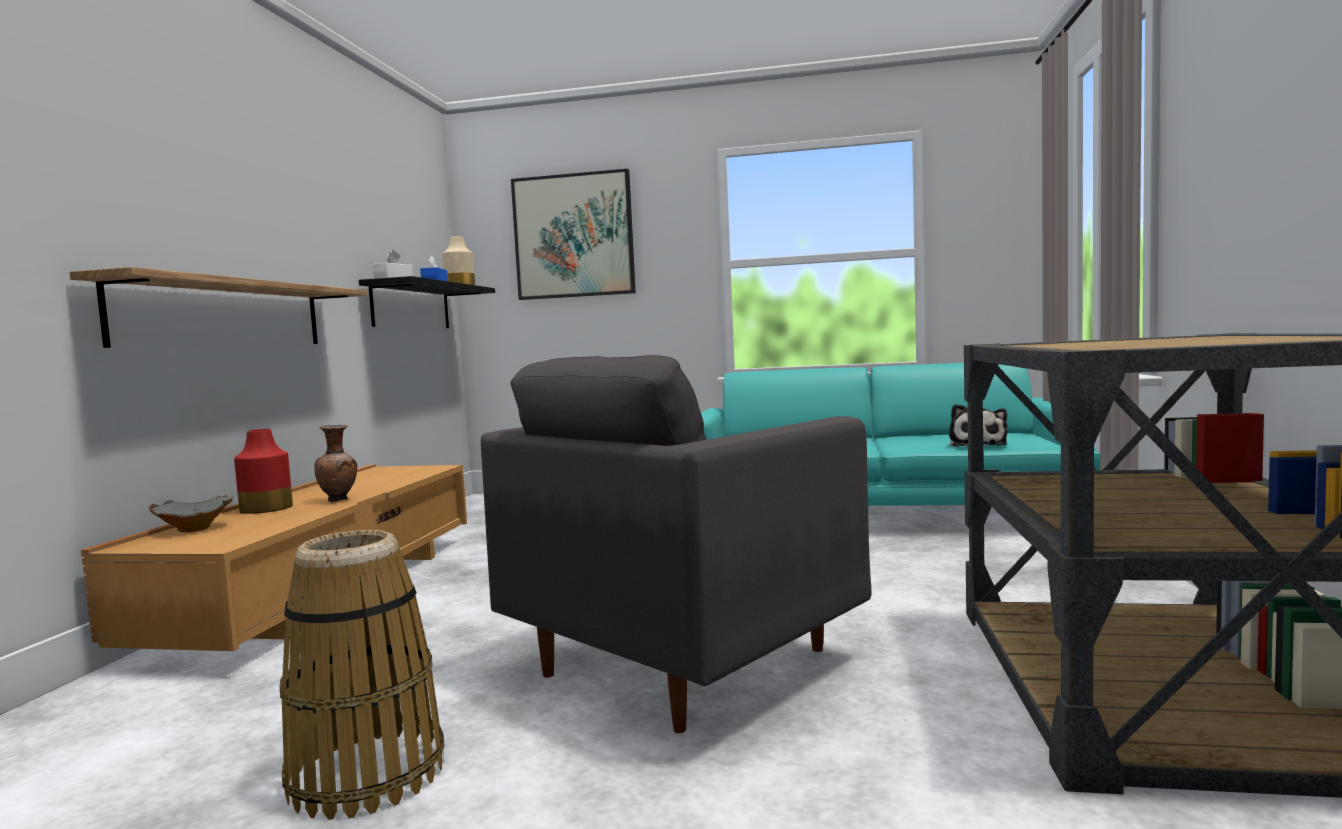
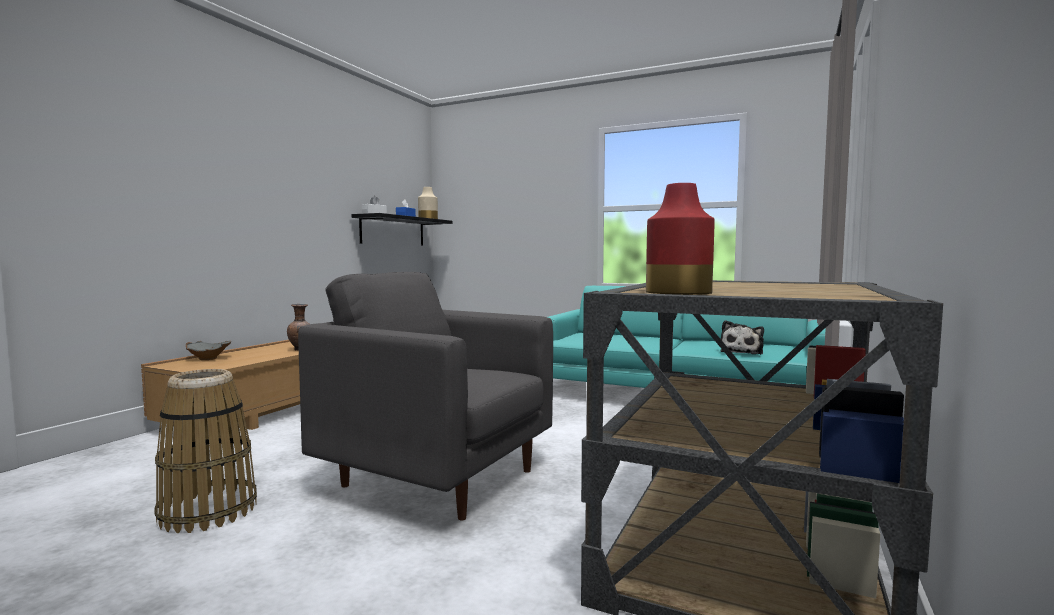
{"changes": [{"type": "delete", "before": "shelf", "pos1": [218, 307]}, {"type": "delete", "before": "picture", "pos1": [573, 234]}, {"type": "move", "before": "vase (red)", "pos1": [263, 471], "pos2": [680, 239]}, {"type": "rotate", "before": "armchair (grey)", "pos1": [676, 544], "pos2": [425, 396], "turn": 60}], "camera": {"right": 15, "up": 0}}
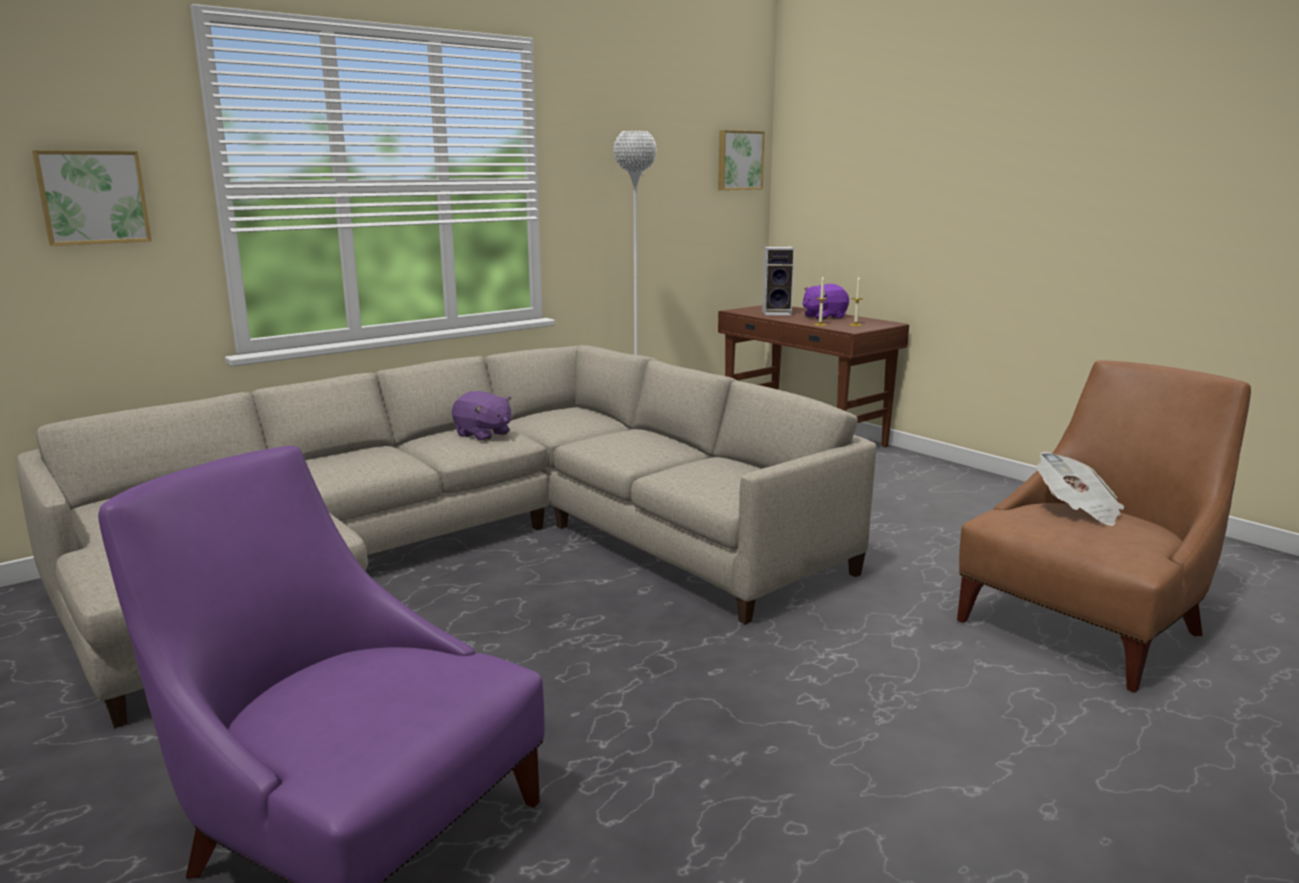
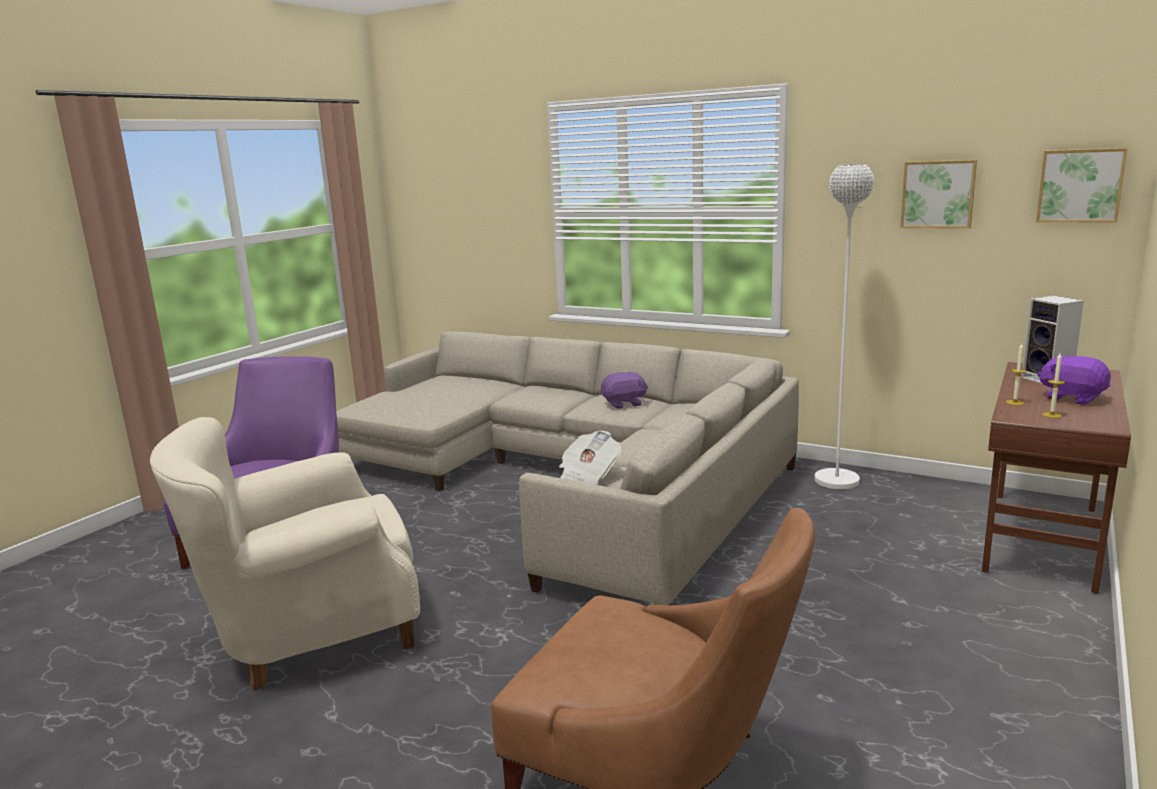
{"changes": [{"type": "insert", "after": "armchair (beige)", "pos2": [285, 554]}, {"type": "move", "before": "picture", "pos1": [92, 198], "pos2": [938, 194]}, {"type": "move", "before": "newspaper", "pos1": [1080, 488], "pos2": [590, 458]}, {"type": "rotate", "before": "plush toy (purple)", "pos1": [481, 416], "pos2": [624, 390], "turn": -120}], "camera": {"right": 70, "up": 0}}
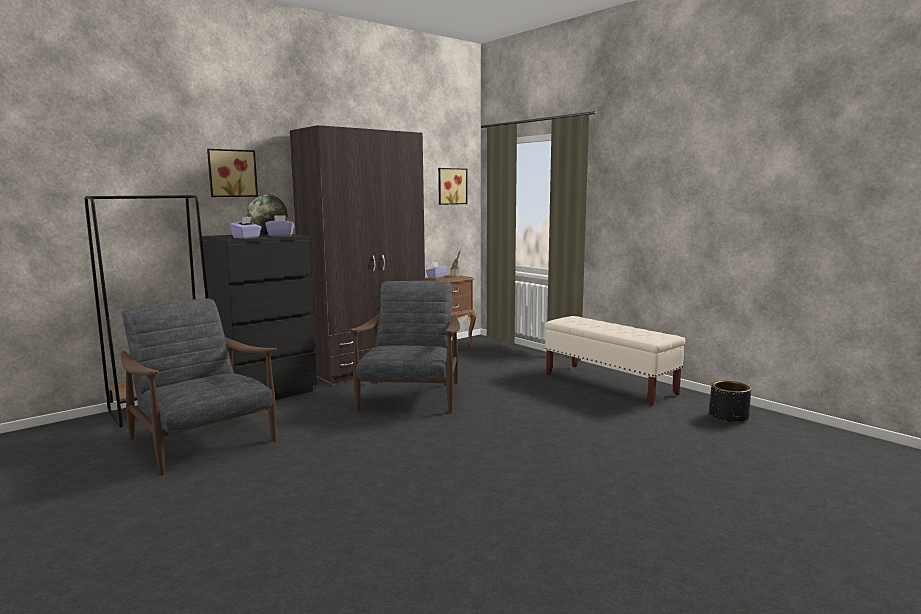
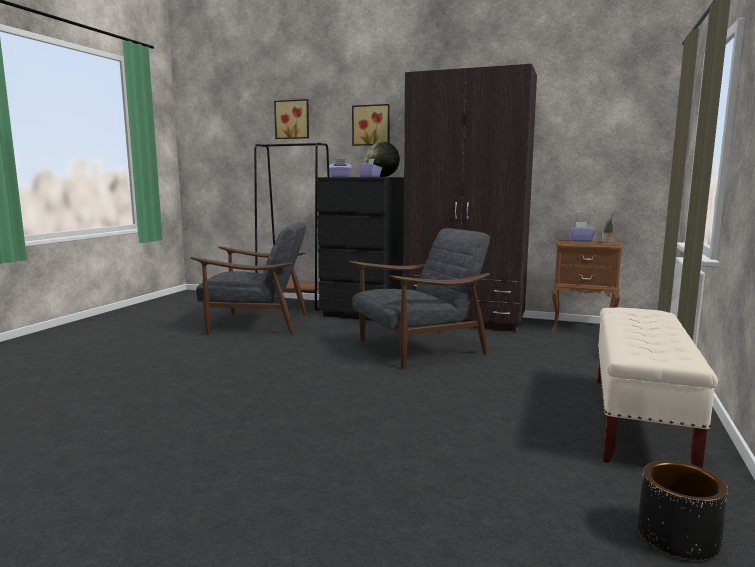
{"changes": [{"type": "move", "before": "picture", "pos1": [453, 186], "pos2": [291, 119]}, {"type": "rotate", "before": "armchair (grey)", "pos1": [199, 386], "pos2": [248, 279], "turn": 75}], "camera": {"right": 60, "up": 0}}
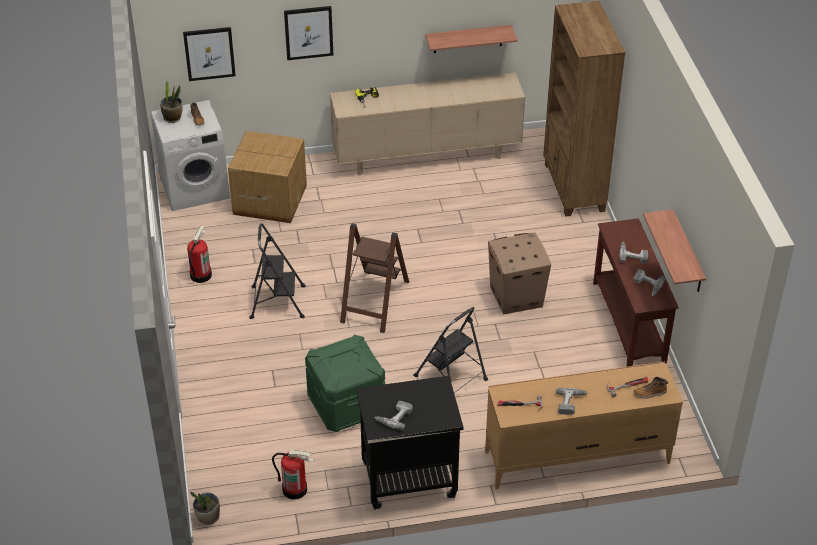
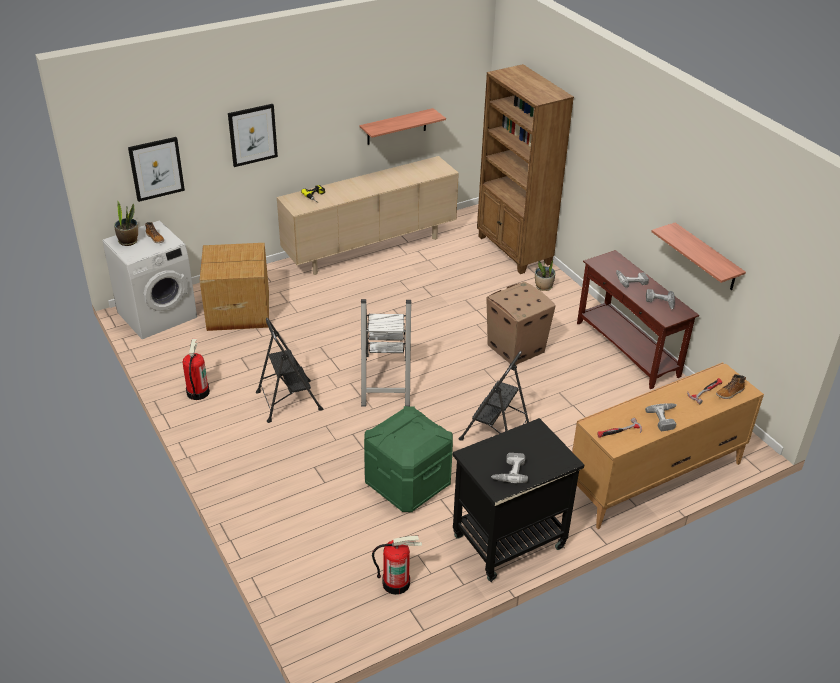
{"changes": [{"type": "move", "before": "potted plant", "pos1": [205, 508], "pos2": [545, 275]}, {"type": "recolor", "before": "step ladder (brown)", "after": "step ladder (grey)", "pos1": [374, 278], "pos2": [386, 353]}], "camera": {"right": -20, "up": -5}}
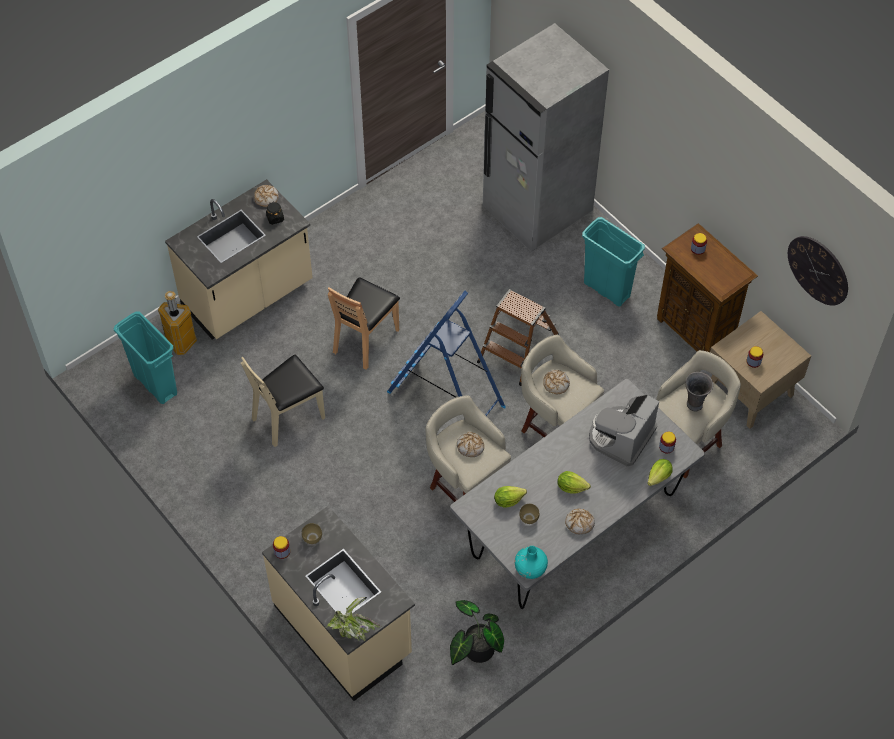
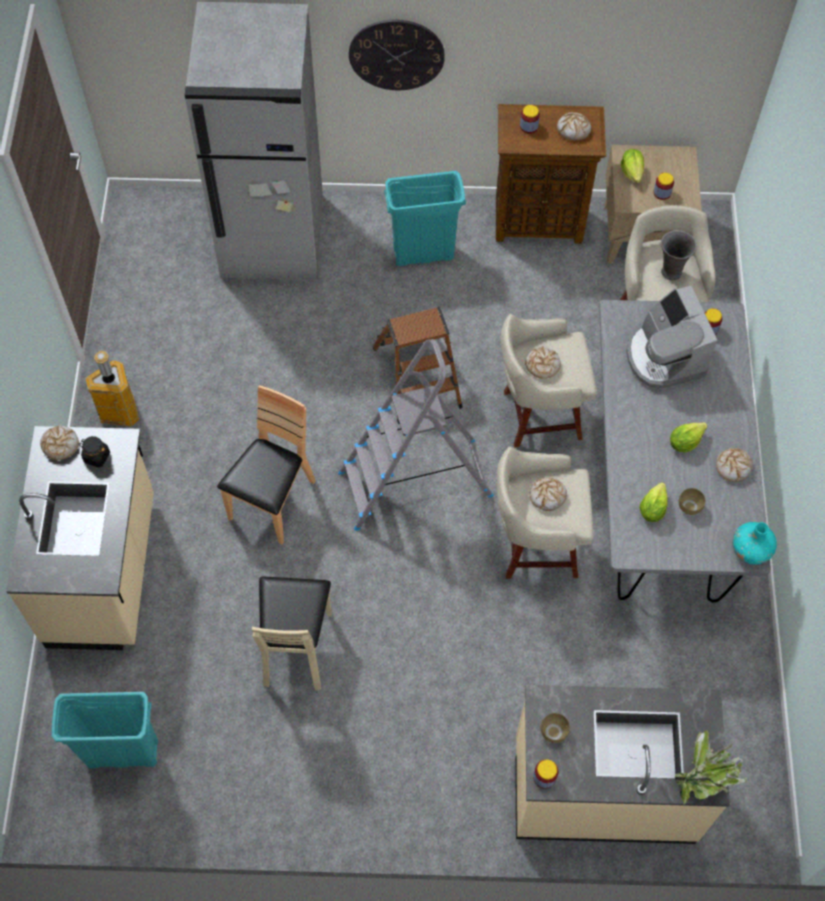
{"changes": [{"type": "delete", "before": "potted plant", "pos1": [477, 632]}, {"type": "insert", "after": "bread", "pos2": [574, 126]}, {"type": "move", "before": "trash can", "pos1": [177, 323], "pos2": [112, 388]}, {"type": "move", "before": "lettuce", "pos1": [659, 472], "pos2": [632, 166]}, {"type": "move", "before": "wall clock", "pos1": [818, 271], "pos2": [397, 55]}, {"type": "recolor", "before": "step ladder (blue)", "after": "step ladder (grey)", "pos1": [446, 353], "pos2": [416, 435]}, {"type": "rotate", "before": "chair (brown)", "pos1": [364, 323], "pos2": [266, 465], "turn": -135}], "camera": {"right": -50, "up": 5}}
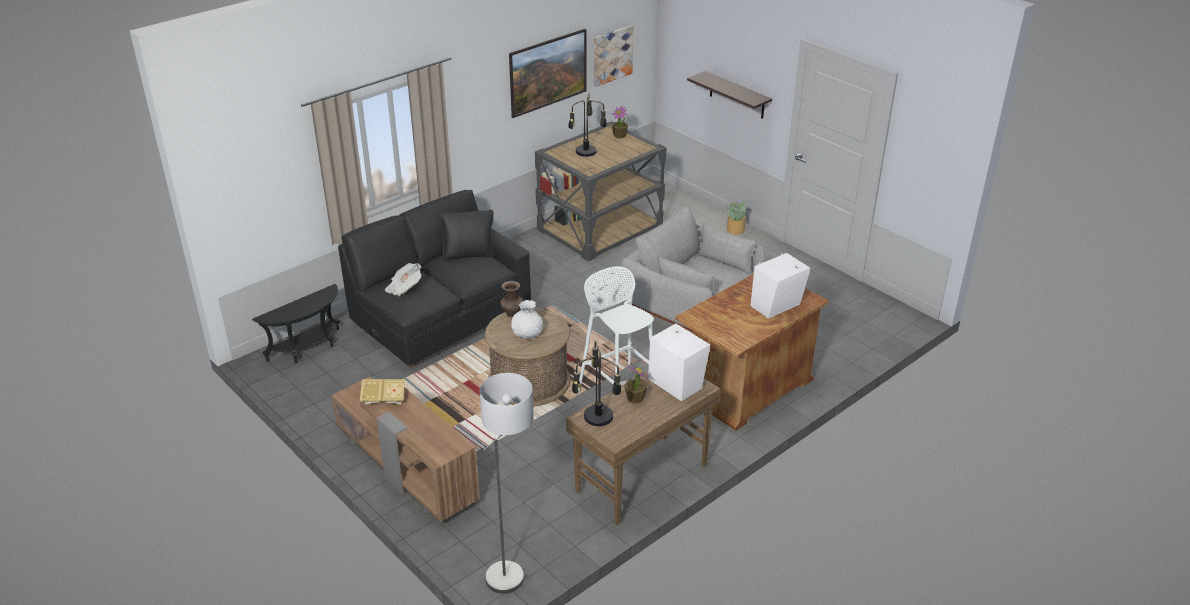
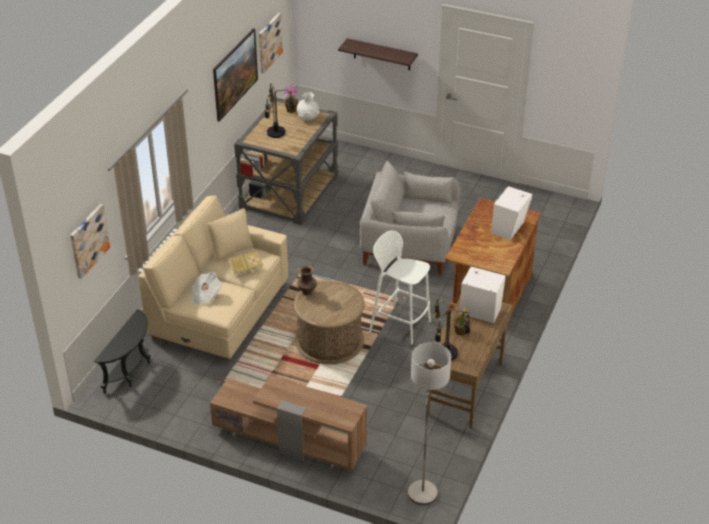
{"changes": [{"type": "delete", "before": "potted plant", "pos1": [736, 218]}, {"type": "insert", "after": "picture", "pos2": [90, 241]}, {"type": "move", "before": "book", "pos1": [382, 391], "pos2": [245, 263]}, {"type": "move", "before": "vase (white)", "pos1": [527, 319], "pos2": [308, 106]}, {"type": "recolor", "before": "sofa (black)", "after": "sofa (beige)", "pos1": [434, 279], "pos2": [213, 277]}], "camera": {"right": -25, "up": 5}}
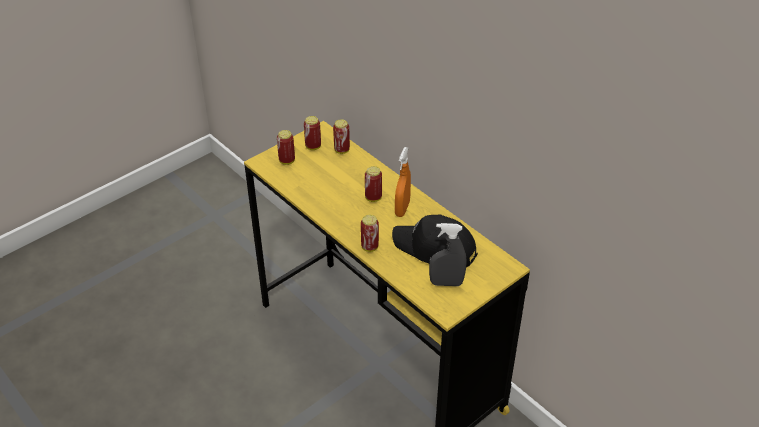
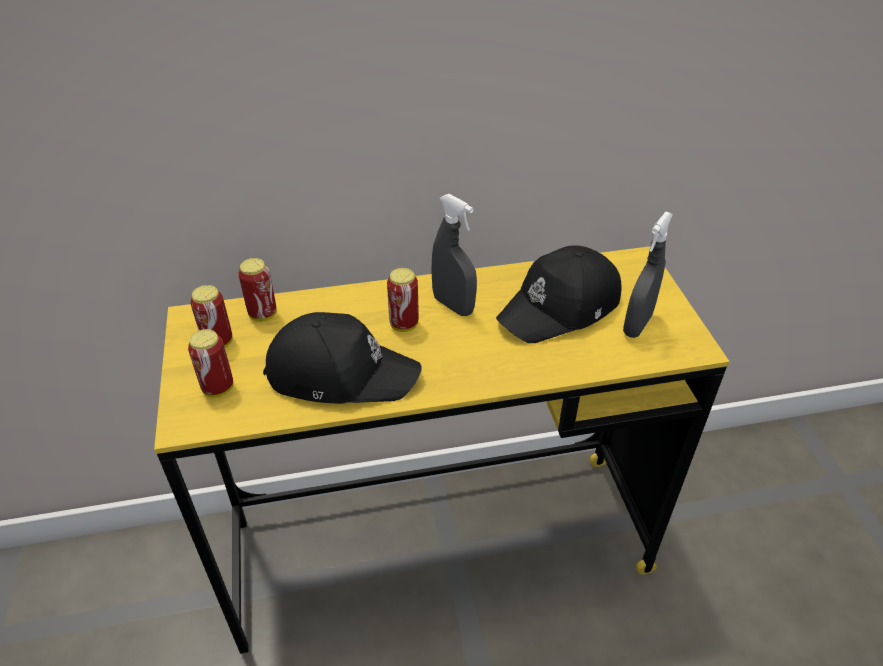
{"changes": [{"type": "delete", "before": "can", "pos1": [370, 233]}, {"type": "insert", "after": "cap (black)", "pos2": [342, 358]}, {"type": "recolor", "before": "spray bottle (orange)", "after": "spray bottle (grey)", "pos1": [403, 182], "pos2": [454, 255]}], "camera": {"right": -60, "up": 0}}
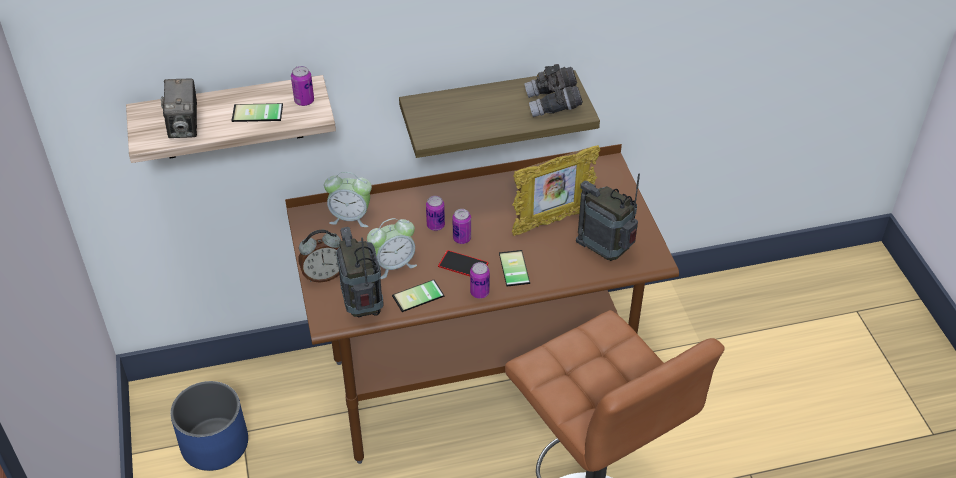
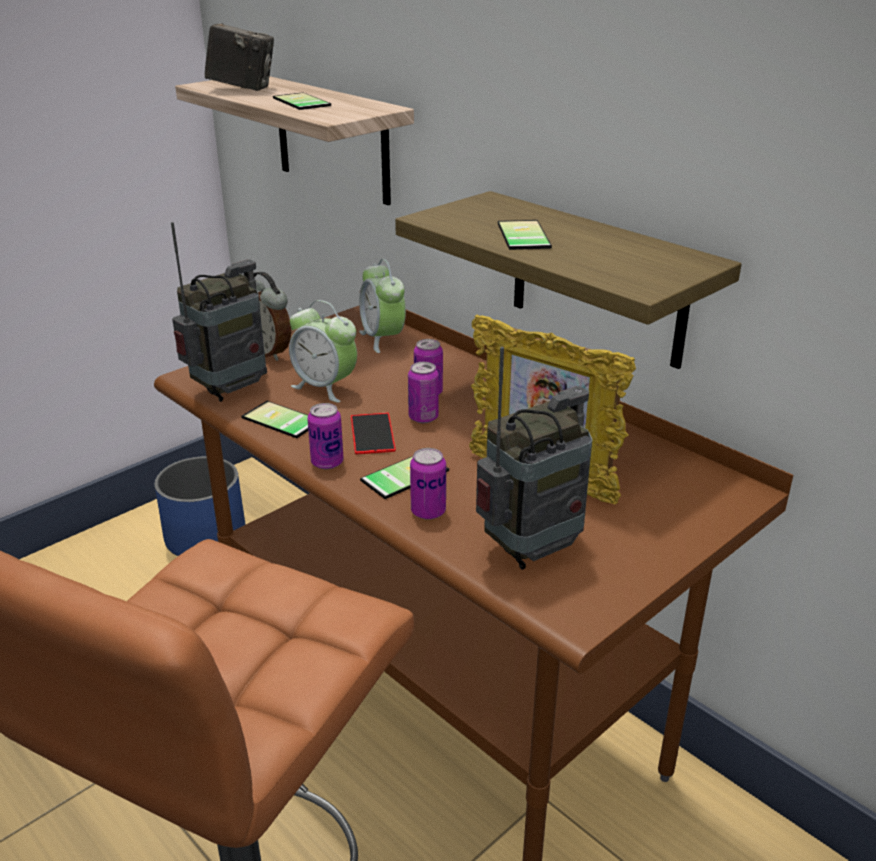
{"changes": [{"type": "delete", "before": "binoculars (grey)", "pos1": [553, 90]}, {"type": "insert", "after": "phone", "pos2": [525, 235]}, {"type": "move", "before": "can", "pos1": [302, 86], "pos2": [428, 484]}, {"type": "rotate", "before": "photo camera", "pos1": [179, 108], "pos2": [239, 57], "turn": -135}, {"type": "rotate", "before": "radio", "pos1": [608, 217], "pos2": [534, 458], "turn": 45}], "camera": {"right": 60, "up": -15}}
